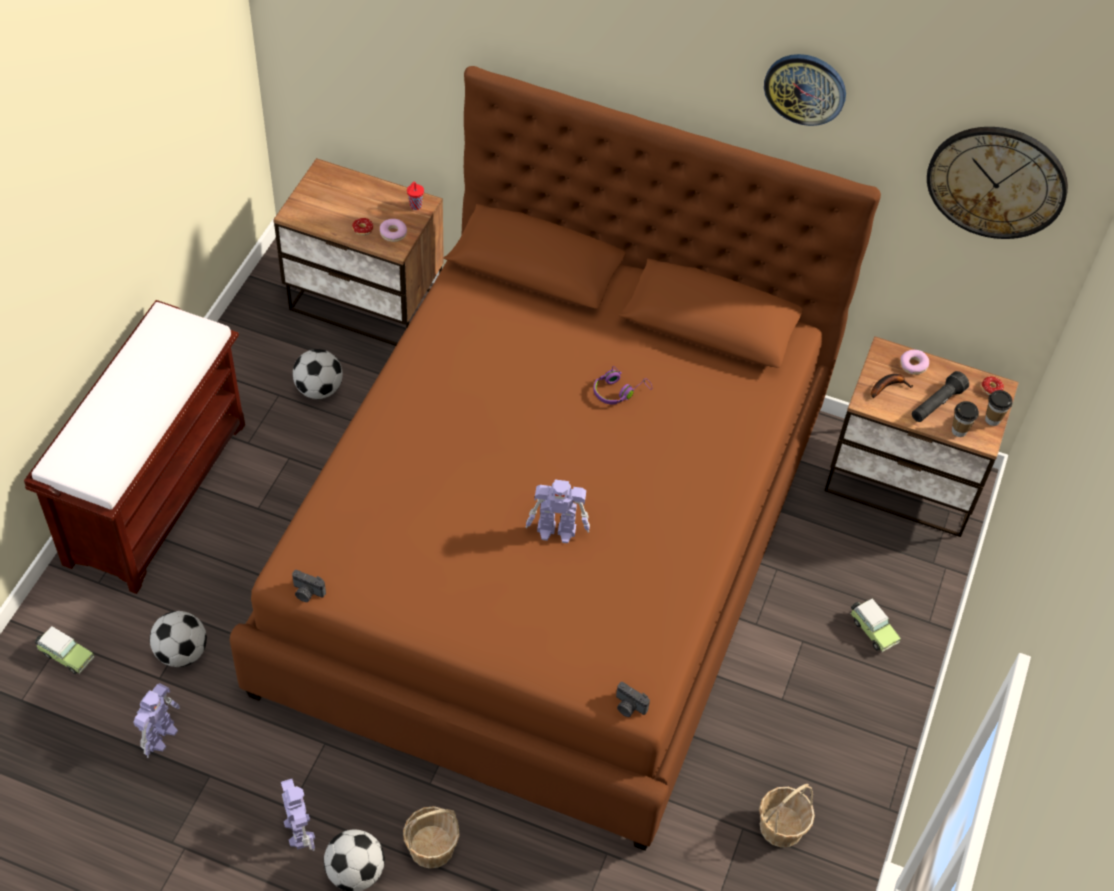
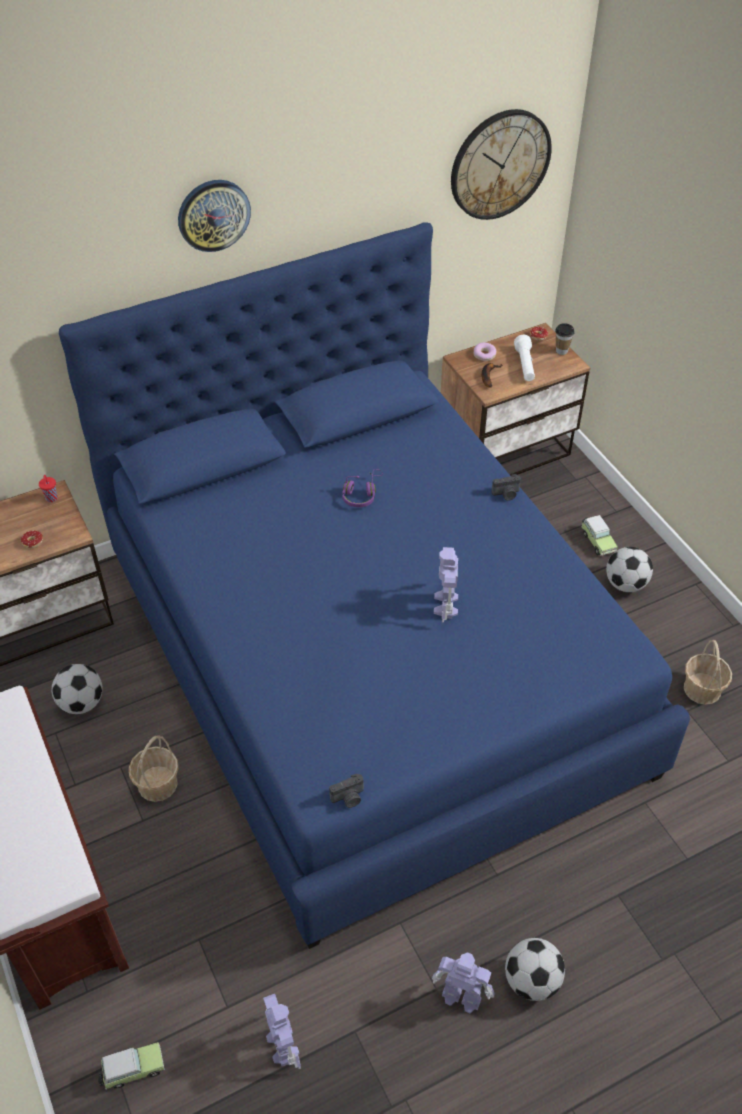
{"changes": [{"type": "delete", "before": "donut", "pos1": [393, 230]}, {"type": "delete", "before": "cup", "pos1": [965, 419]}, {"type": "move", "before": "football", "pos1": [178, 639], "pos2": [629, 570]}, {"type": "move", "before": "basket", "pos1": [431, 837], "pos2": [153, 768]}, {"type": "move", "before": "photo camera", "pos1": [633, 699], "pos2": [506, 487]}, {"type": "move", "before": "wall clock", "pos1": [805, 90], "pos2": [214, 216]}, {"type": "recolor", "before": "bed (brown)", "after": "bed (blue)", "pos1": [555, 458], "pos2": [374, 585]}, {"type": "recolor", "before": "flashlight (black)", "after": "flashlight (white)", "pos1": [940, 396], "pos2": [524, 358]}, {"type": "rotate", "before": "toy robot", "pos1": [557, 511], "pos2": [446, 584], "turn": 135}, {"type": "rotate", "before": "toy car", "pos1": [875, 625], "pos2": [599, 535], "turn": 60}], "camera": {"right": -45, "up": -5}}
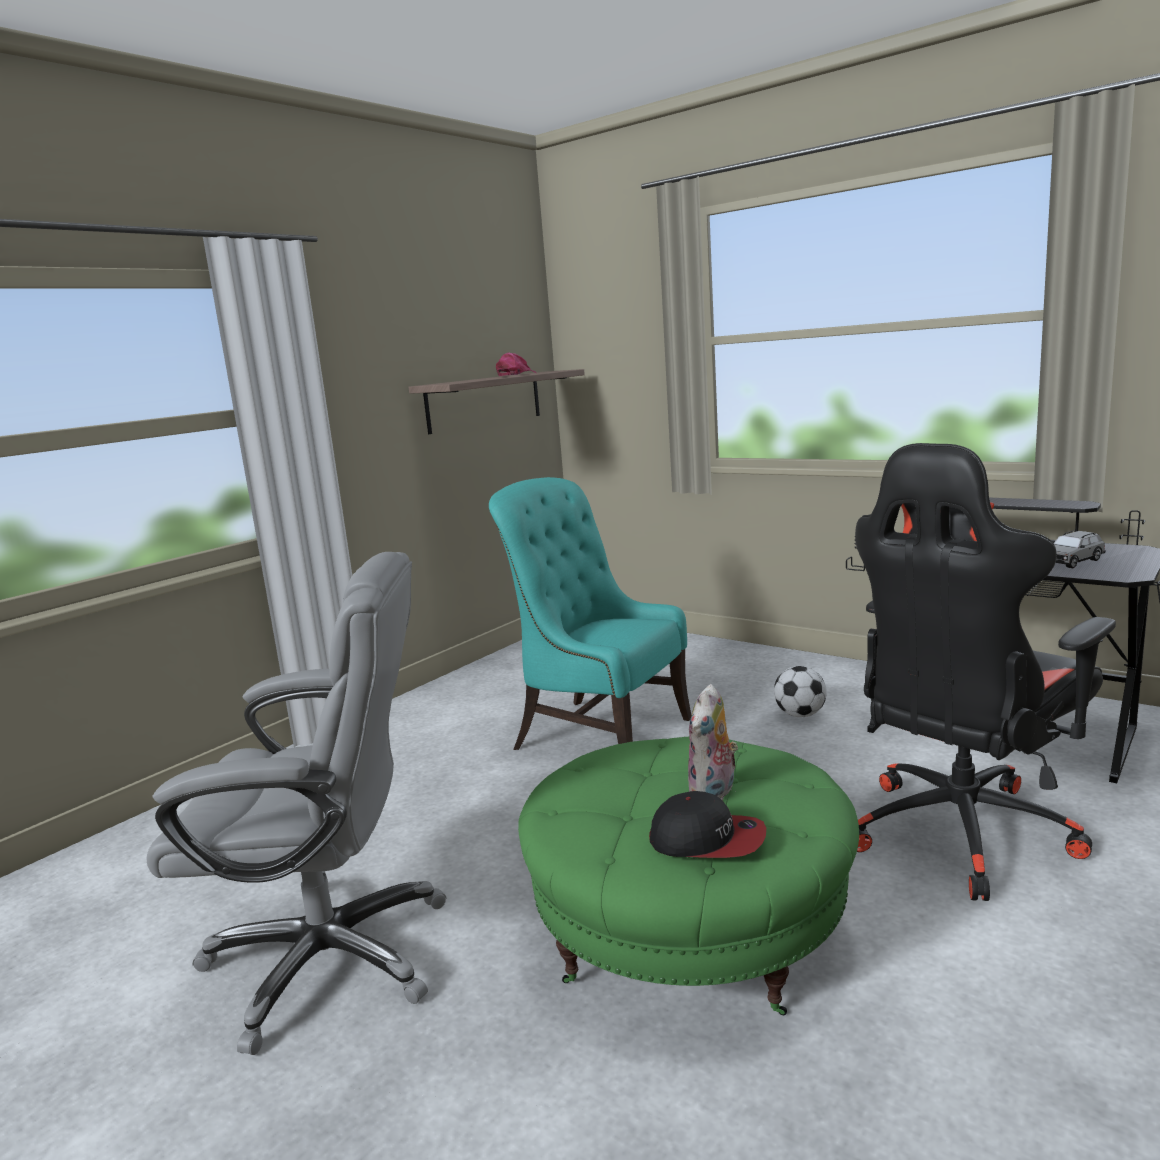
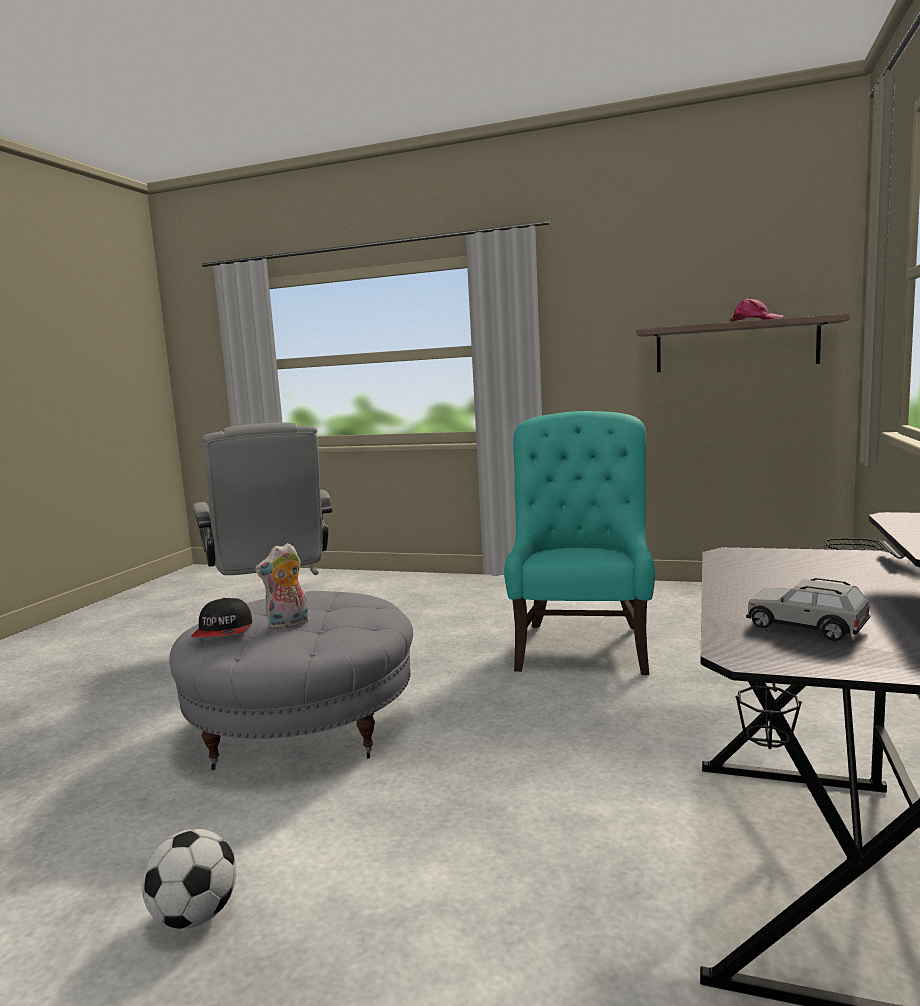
{"changes": [{"type": "delete", "before": "office chair (black)", "pos1": [985, 672]}, {"type": "move", "before": "football", "pos1": [800, 691], "pos2": [189, 879]}, {"type": "recolor", "before": "ottoman (green)", "after": "ottoman (grey)", "pos1": [688, 876], "pos2": [291, 680]}, {"type": "rotate", "before": "plush toy", "pos1": [713, 742], "pos2": [282, 586], "turn": -45}], "camera": {"right": 70, "up": -5}}
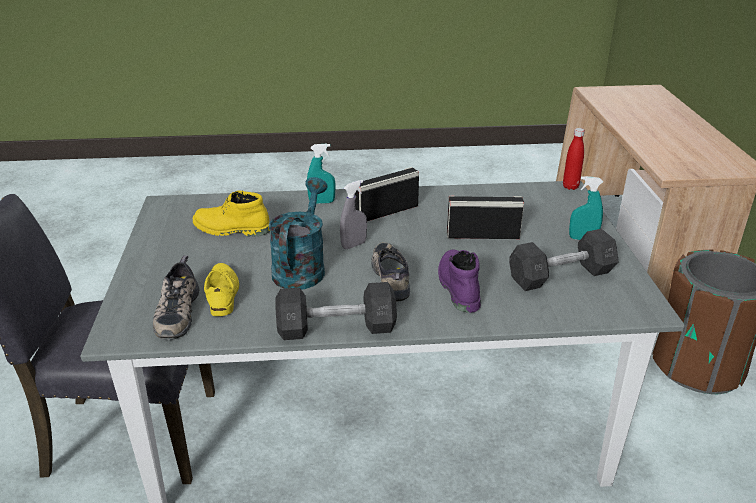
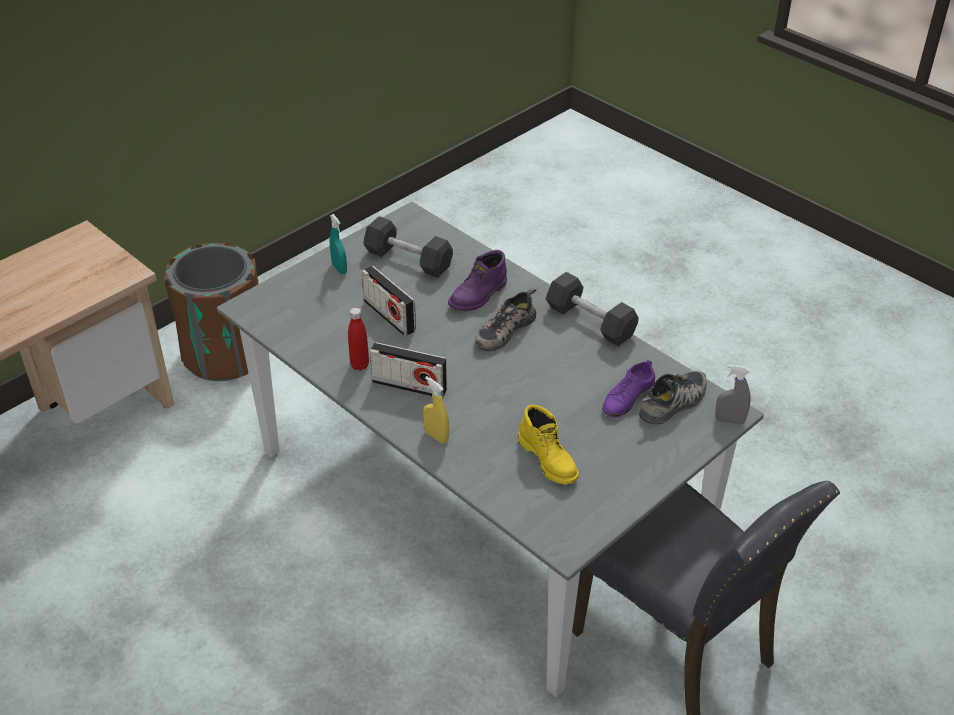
{"changes": [{"type": "delete", "before": "watering can (turquoise)", "pos1": [298, 233]}, {"type": "move", "before": "spray bottle (grey)", "pos1": [353, 214], "pos2": [733, 395]}, {"type": "move", "before": "bottle (red)", "pos1": [574, 159], "pos2": [358, 339]}, {"type": "recolor", "before": "shoe (yellow)", "after": "shoe (purple)", "pos1": [221, 289], "pos2": [628, 388]}, {"type": "recolor", "before": "spray bottle (turquoise)", "after": "spray bottle (yellow)", "pos1": [321, 174], "pos2": [436, 409]}], "camera": {"right": -130, "up": 10}}
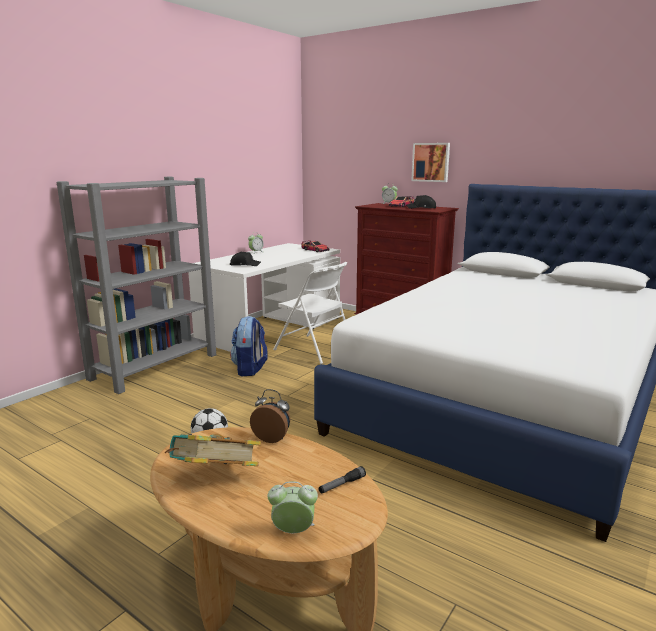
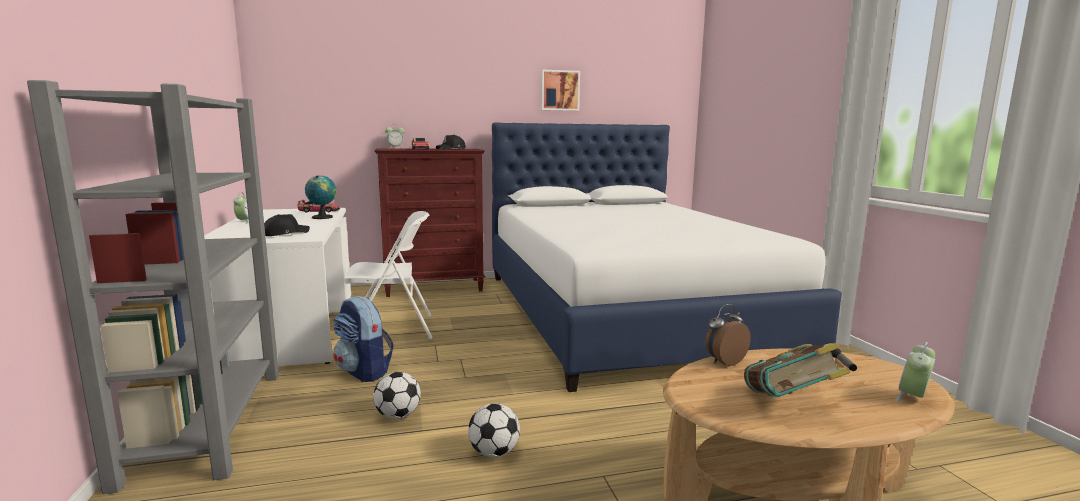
{"changes": [{"type": "insert", "after": "globe", "pos2": [321, 197]}, {"type": "insert", "after": "football", "pos2": [397, 395]}, {"type": "move", "before": "picture", "pos1": [430, 162], "pos2": [560, 90]}], "camera": {"right": -50, "up": -5}}
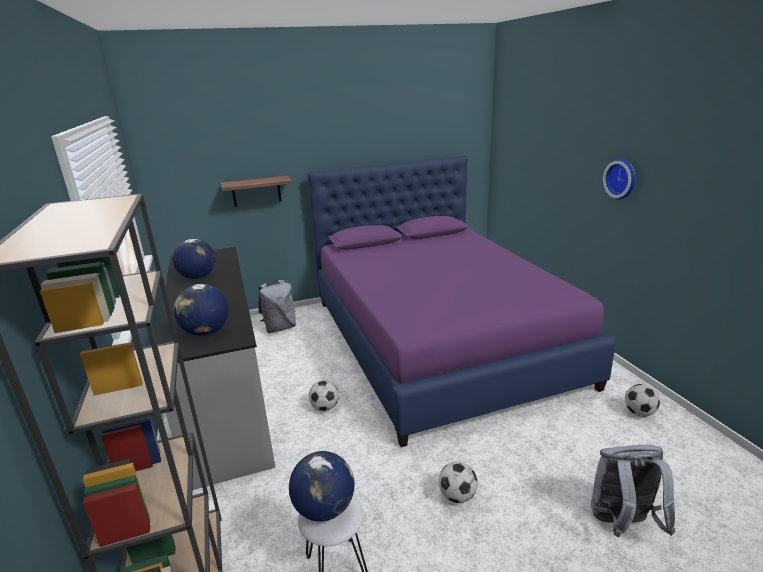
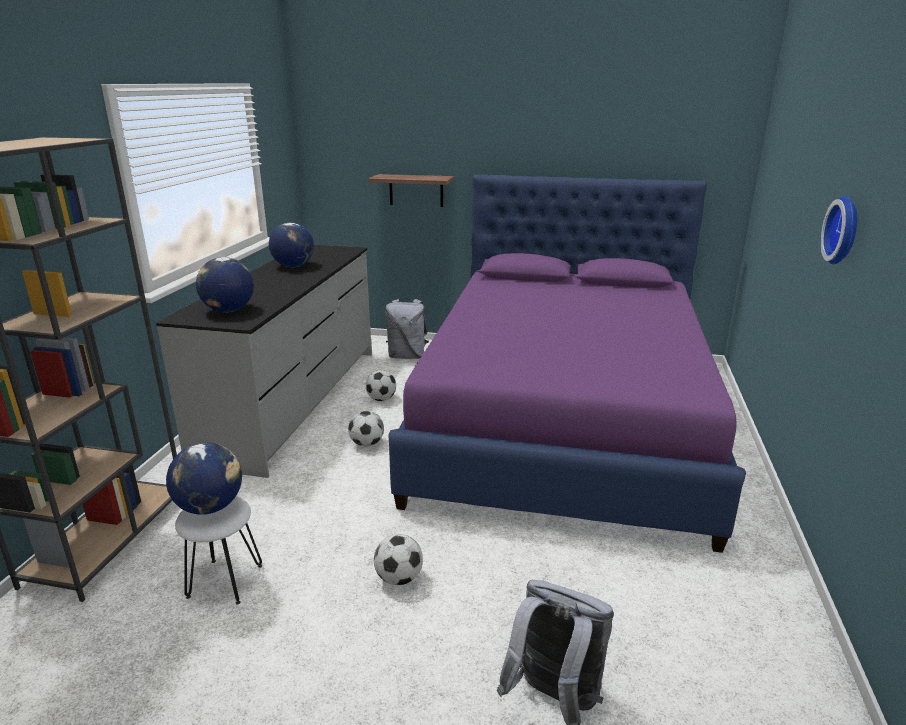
{"changes": [{"type": "move", "before": "football", "pos1": [642, 400], "pos2": [381, 385]}], "camera": {"right": 30, "up": 0}}
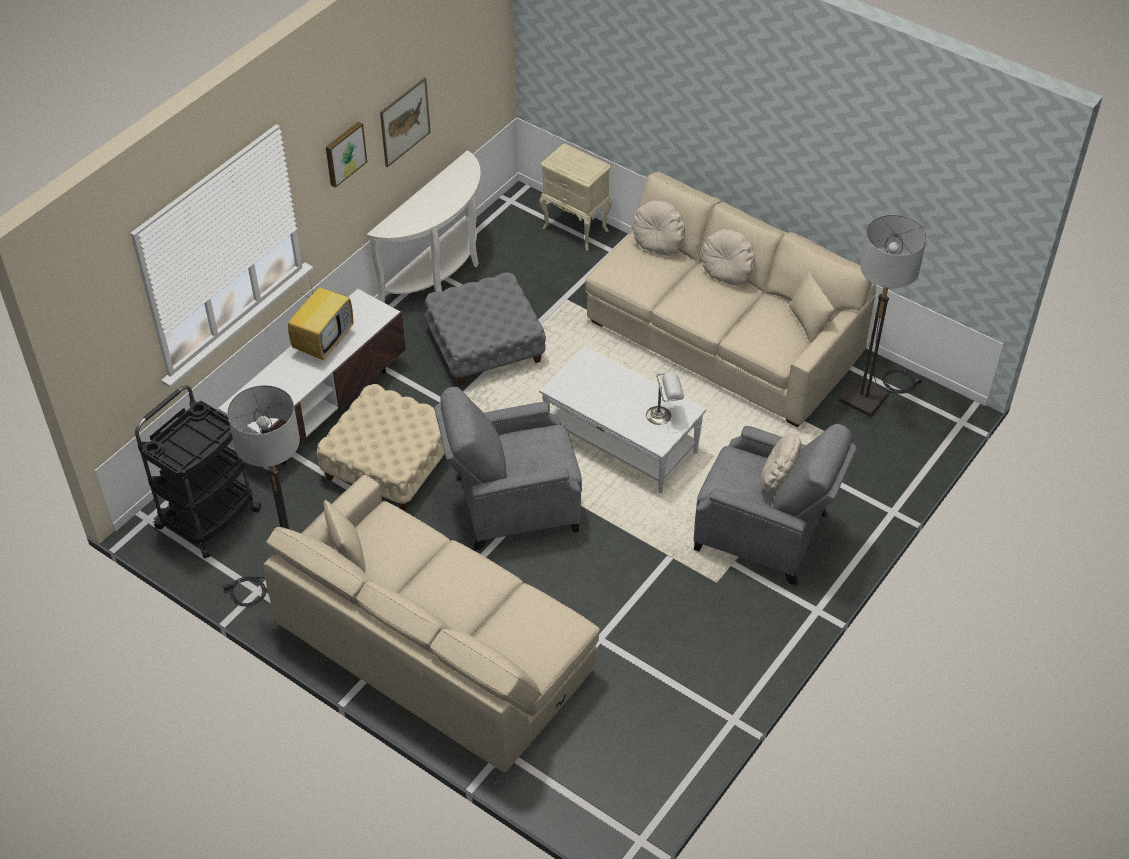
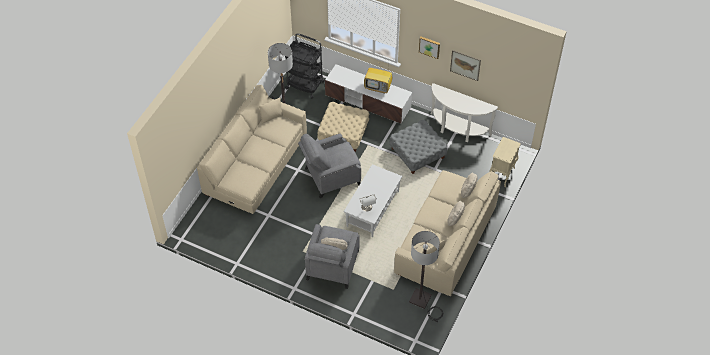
{"changes": [{"type": "rotate", "before": "armchair (grey)", "pos1": [508, 469], "pos2": [329, 166], "turn": -90}], "camera": {"right": 80, "up": 5}}
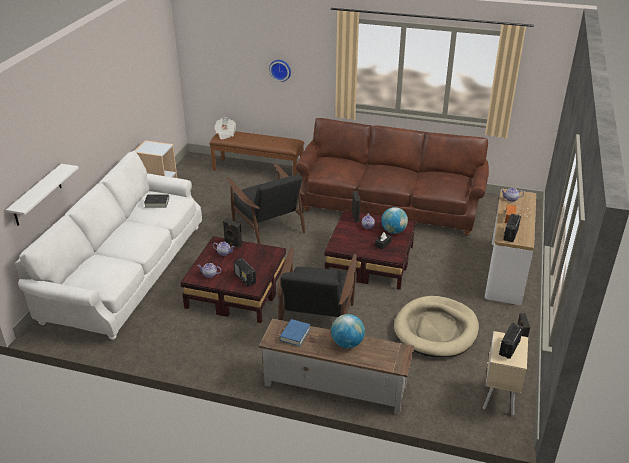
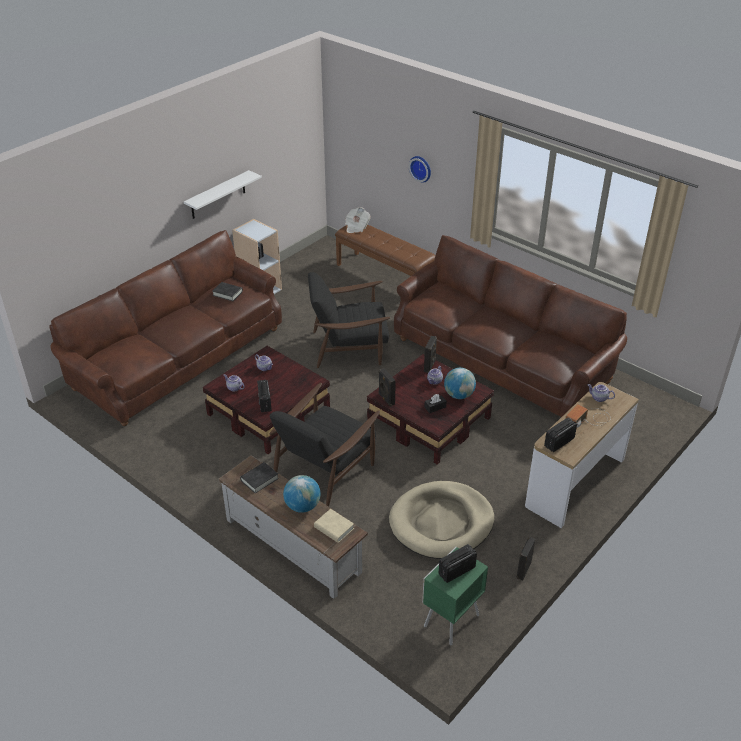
{"changes": [{"type": "insert", "after": "book (beige)", "pos2": [334, 526]}, {"type": "move", "before": "shelf (white)", "pos1": [42, 195], "pos2": [223, 194]}, {"type": "move", "before": "speaker (black)", "pos1": [232, 233], "pos2": [387, 387]}, {"type": "recolor", "before": "sofa (white)", "after": "sofa (brown)", "pos1": [108, 245], "pos2": [165, 328]}, {"type": "recolor", "before": "book (blue)", "after": "book (black)", "pos1": [295, 333], "pos2": [259, 477]}, {"type": "recolor", "before": "nightstand (beige)", "after": "nightstand (green)", "pos1": [505, 373], "pos2": [455, 596]}, {"type": "rotate", "before": "armchair (black)", "pos1": [266, 203], "pos2": [349, 320], "turn": 90}], "camera": {"right": 25, "up": 5}}
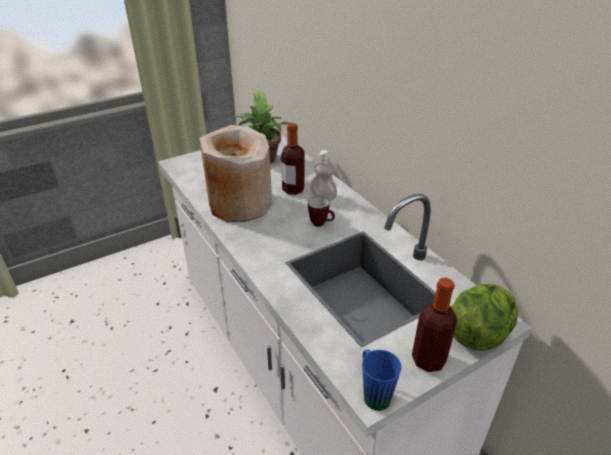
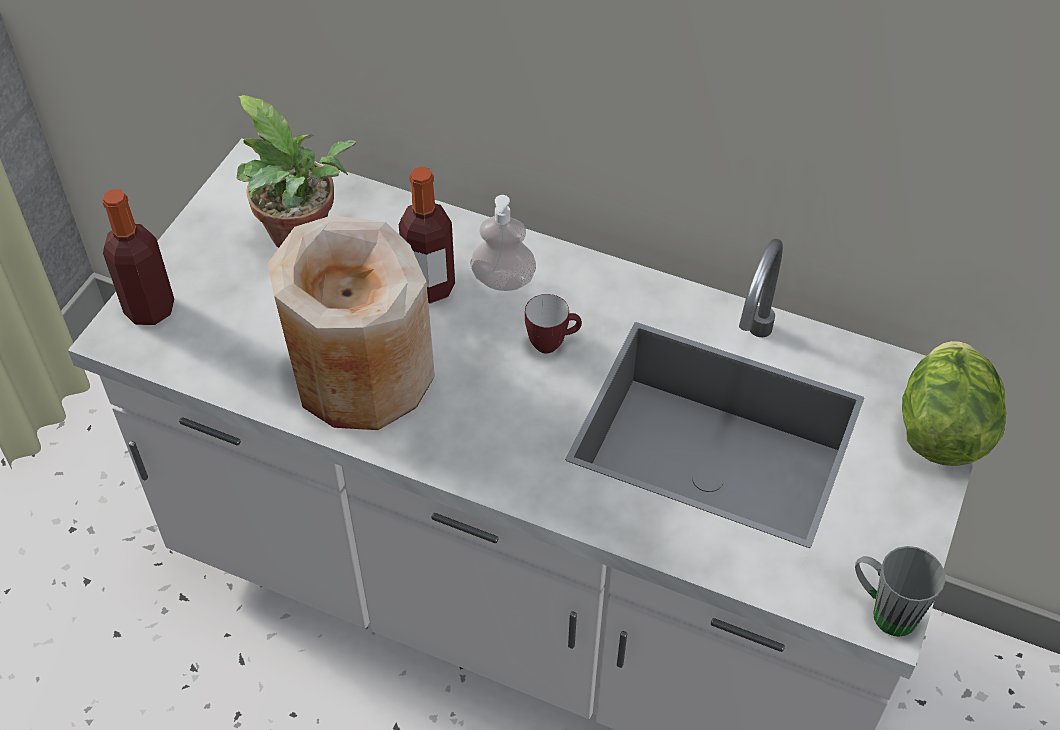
{"changes": [{"type": "move", "before": "bottle", "pos1": [434, 325], "pos2": [138, 257]}, {"type": "recolor", "before": "mug (blue)", "after": "mug (grey)", "pos1": [382, 380], "pos2": [900, 591]}], "camera": {"right": -35, "up": 15}}
